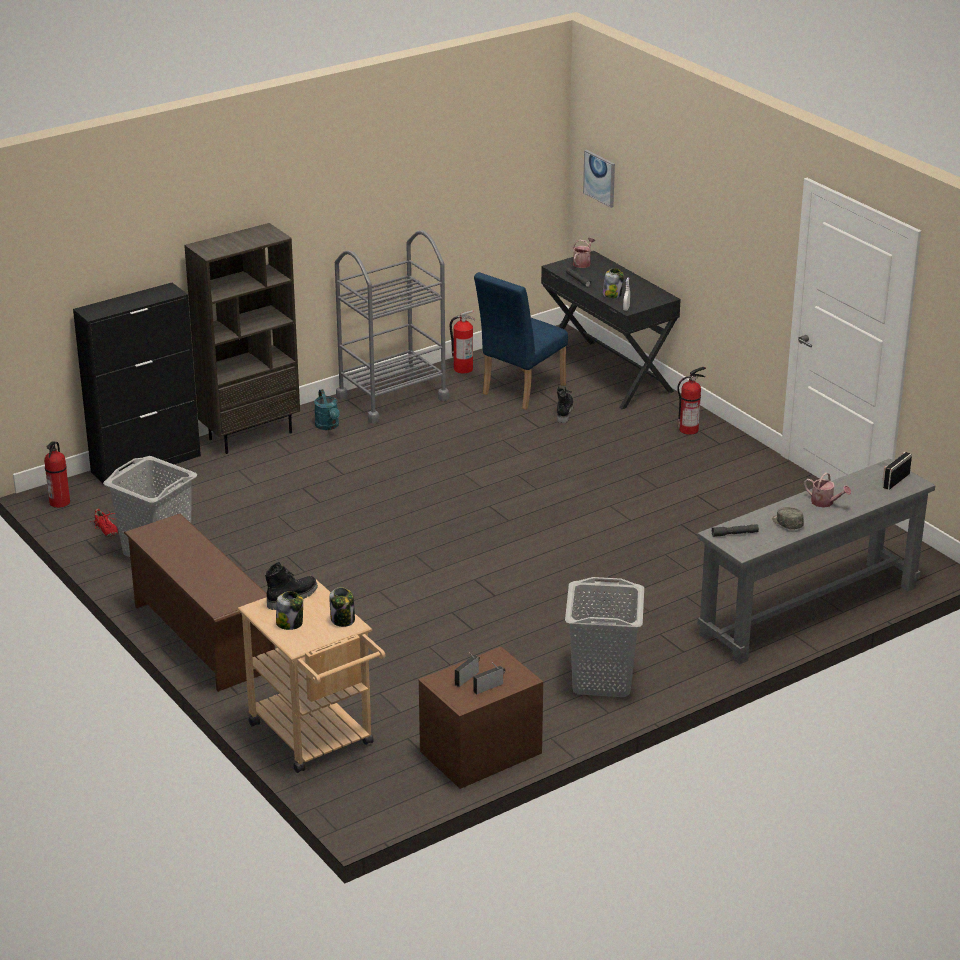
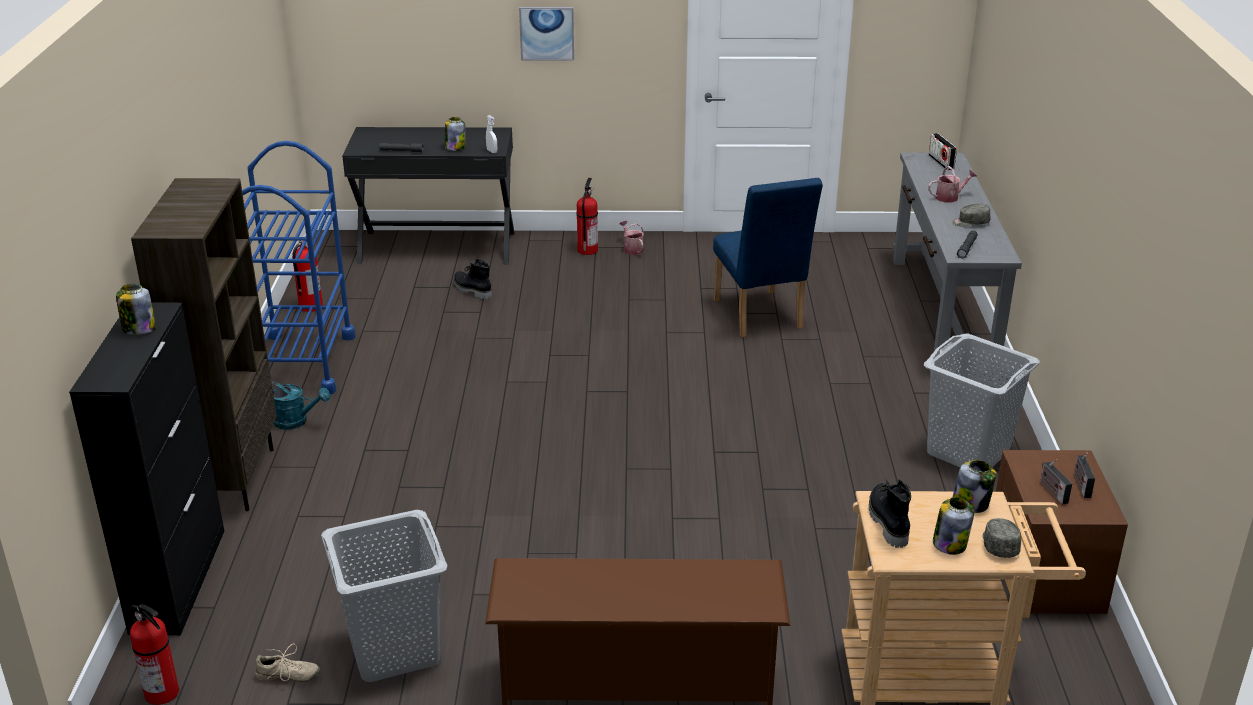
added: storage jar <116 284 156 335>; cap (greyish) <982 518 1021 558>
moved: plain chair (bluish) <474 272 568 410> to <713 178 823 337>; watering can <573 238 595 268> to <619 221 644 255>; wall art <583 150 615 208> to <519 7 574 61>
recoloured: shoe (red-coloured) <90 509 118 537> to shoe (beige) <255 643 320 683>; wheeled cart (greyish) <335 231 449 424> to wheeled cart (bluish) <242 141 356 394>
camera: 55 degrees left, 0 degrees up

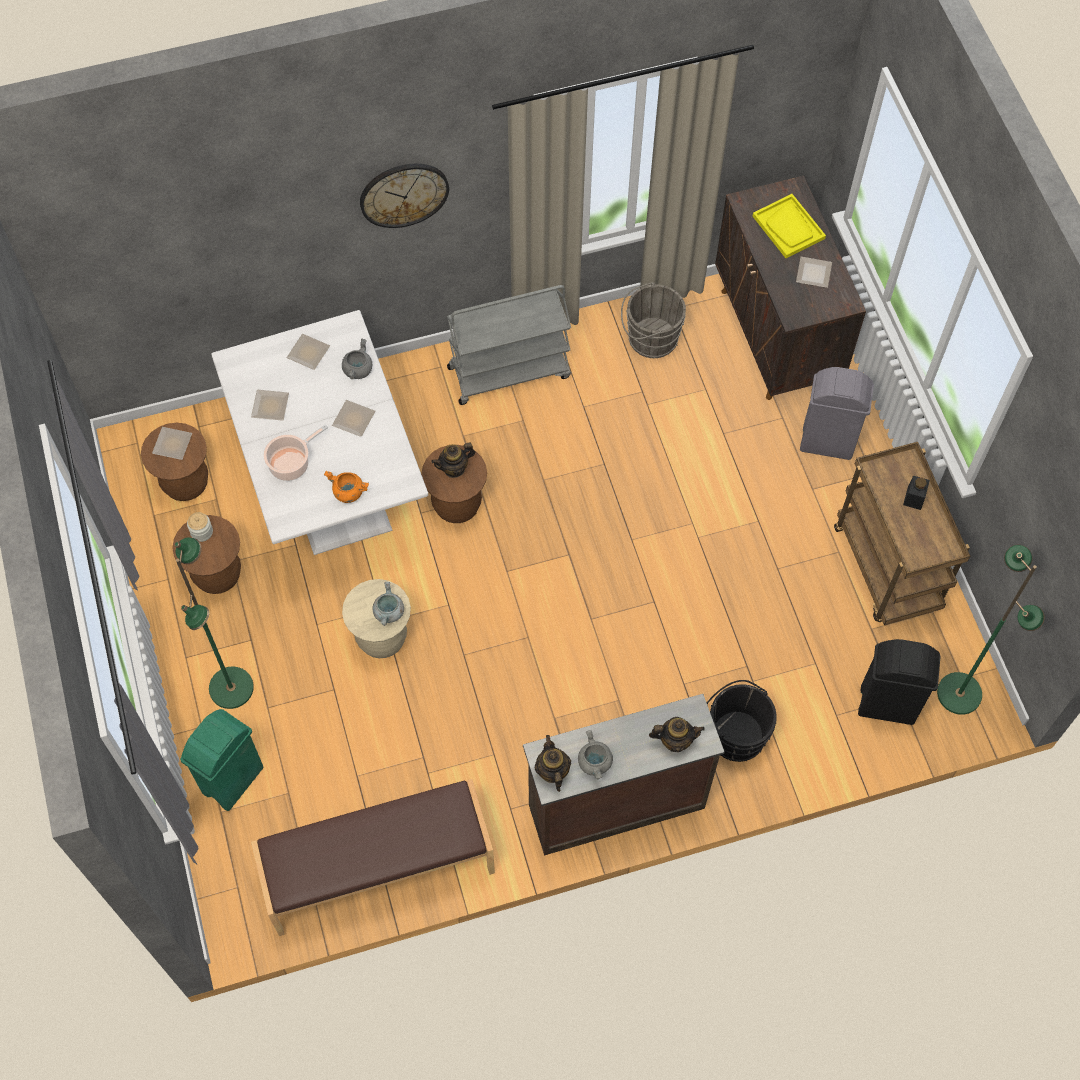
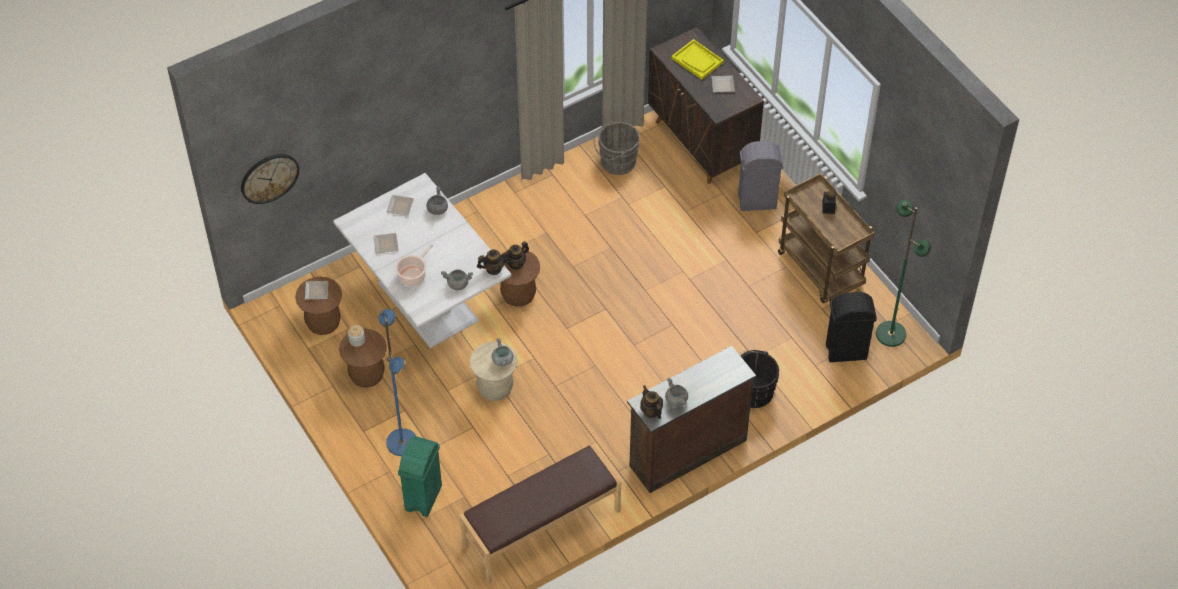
removed: plate <332 400 376 437>; wheeled cart (greyish) <447 285 571 405>
moved: wall clock <360 164 449 228> to <241 154 299 204>; tea pot <649 717 705 752> to <477 250 509 275>
recoloured: standing lamp (green) <174 537 254 709> to standing lamp (bluish) <379 309 416 456>; cooking pot (orange-coloured) <324 471 369 503> to cooking pot (greyish) <441 269 473 290>
camera: 15 degrees left, 10 degrees down

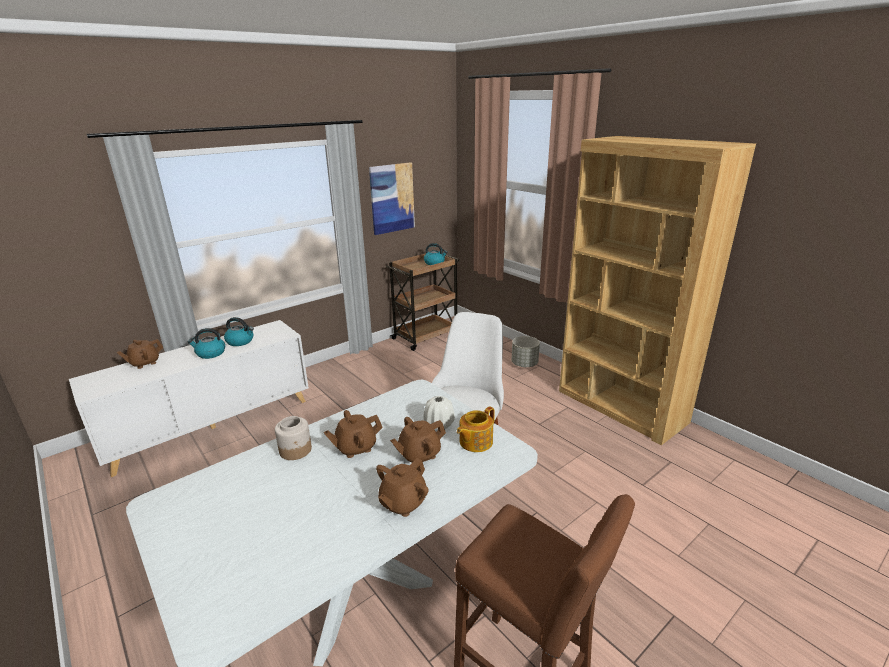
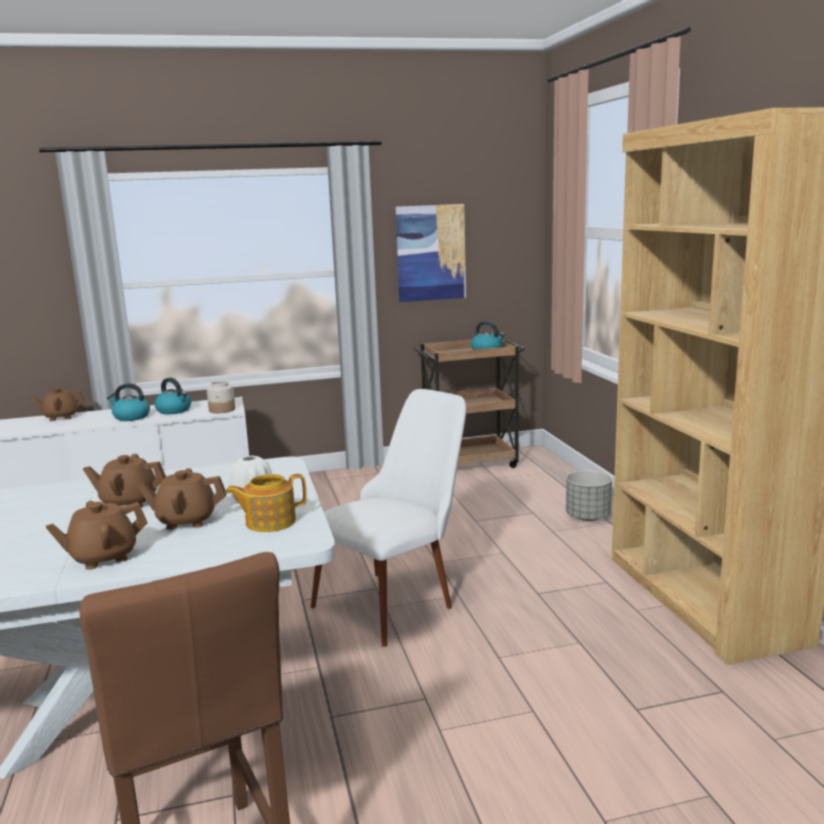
moved: storage jar <275 416 312 460> to <207 381 235 413>
camera: 25 degrees right, 10 degrees down

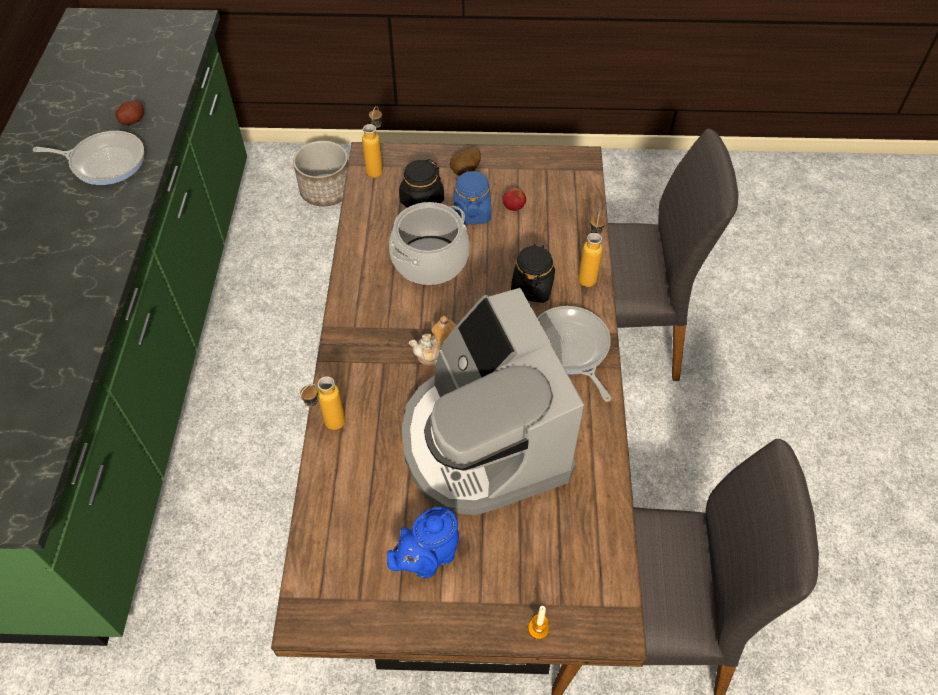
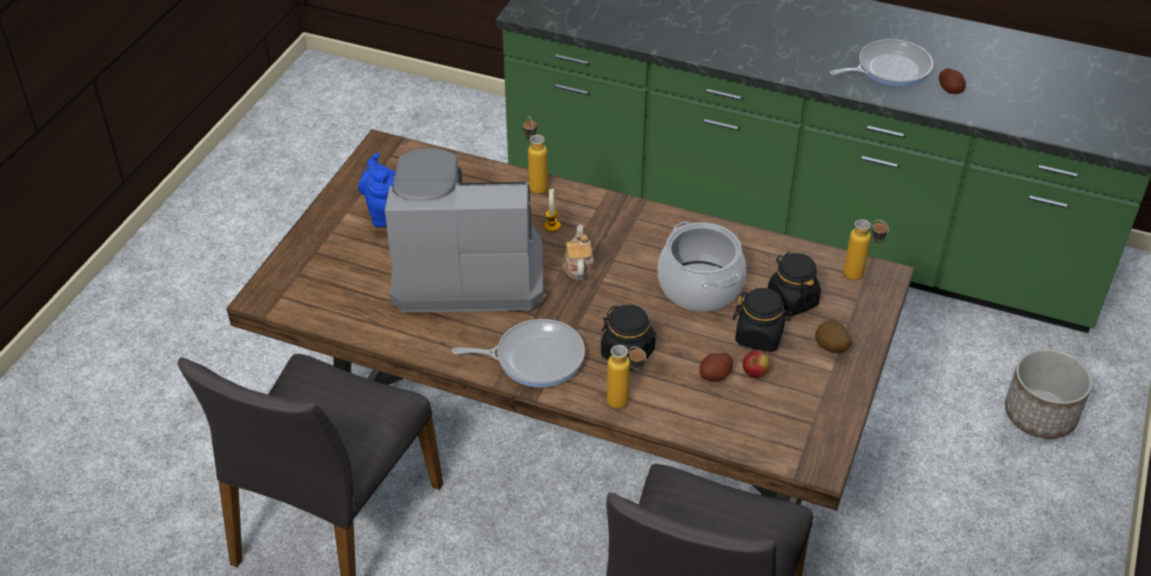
added: whole potato <699 352 733 381>
moved: wax light <528 606 549 639> to <544 189 560 232>
recoloured: storage jar (bluish) <454 170 491 224> to storage jar (black) <733 288 793 352>
turned: frying pan <33 131 144 185> = <830 39 933 87> 135 degrees counterclockwise
camera: 110 degrees right, 10 degrees down

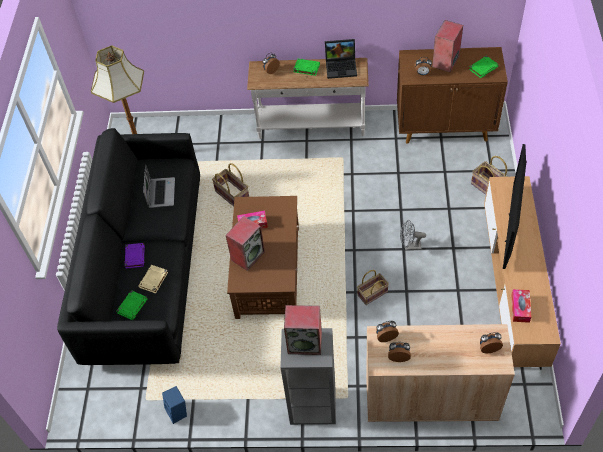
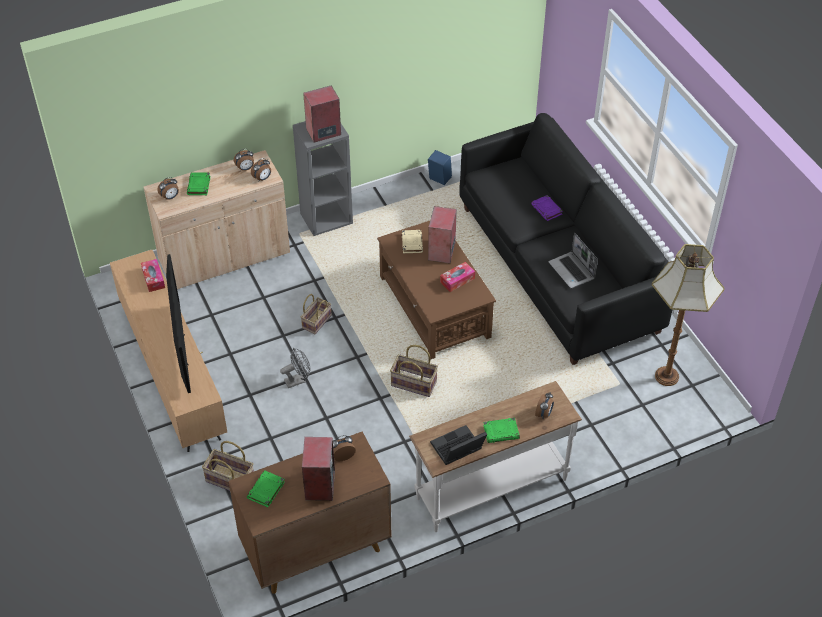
moved: bound book (green) <116 290 148 320> to <187 172 210 195>; bound book (beige) <138 265 168 294> to <402 230 423 253>; household basket <212 163 249 207> to <390 345 438 397>
camera: 150 degrees right, 5 degrees down

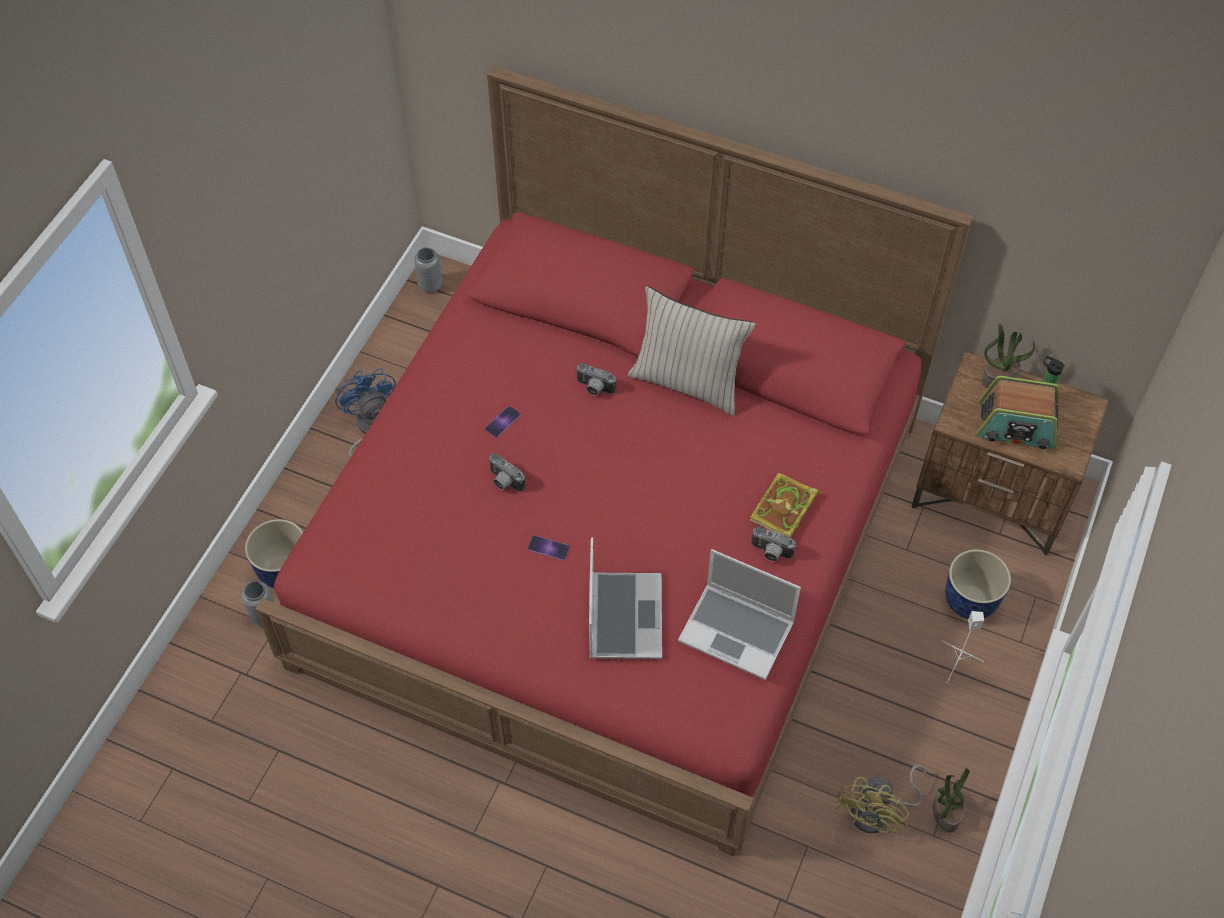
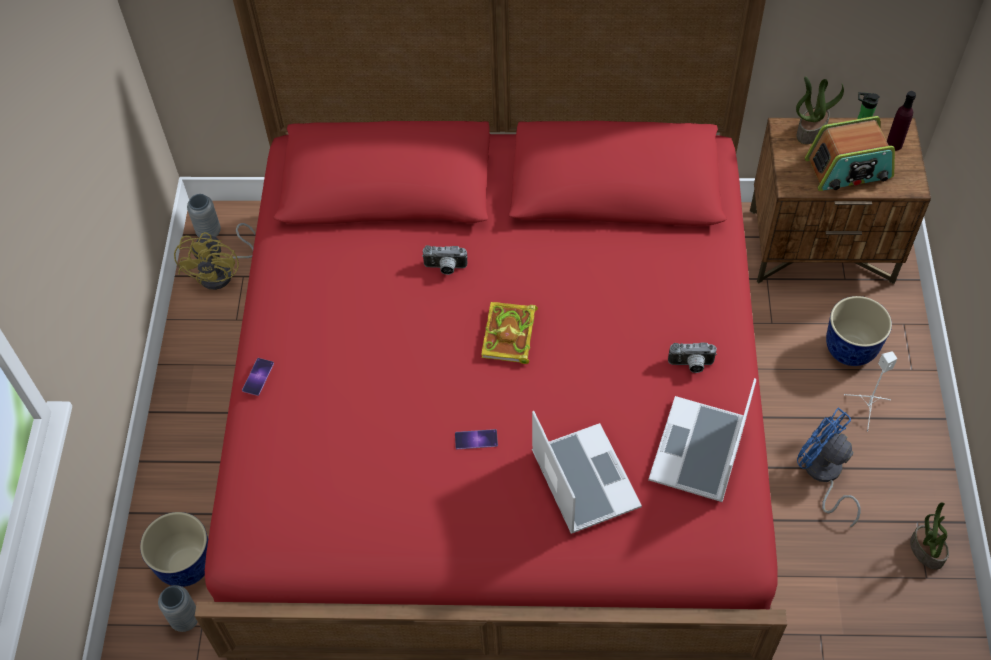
removed: photo camera <488 453 525 492>; throw pillow (beige) <628 286 756 416>
added: drink bottle (purplish) <887 91 916 151>
moved: cooling fan (bluish) <335 368 396 457> to <797 408 861 527>; phone <485 406 521 438> to <242 358 274 396>; bound book <750 473 820 539> to <481 302 538 364>; cooling fan (yellowish) <836 765 927 833> to <174 223 255 290>
turned: notebook computer <678 549 801 680> = <648 378 756 502> 105 degrees clockwise
camera: 20 degrees left, 0 degrees up

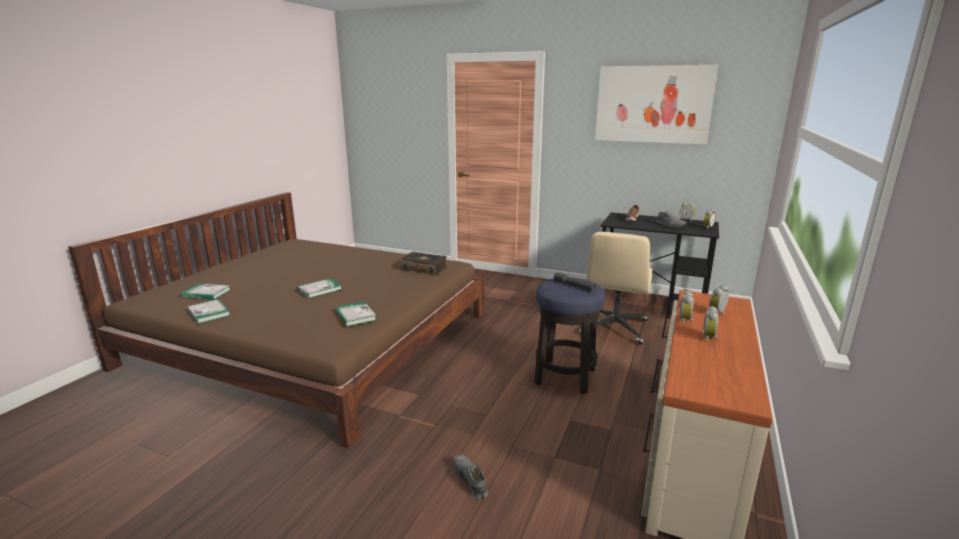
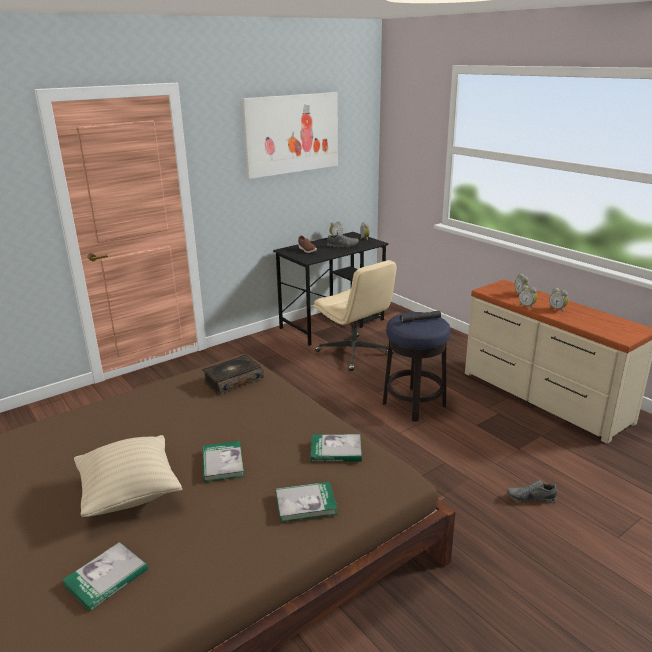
added: throw pillow (beige) <74 435 182 517>
moved: bound book <187 299 230 324> to <276 482 338 522>
camera: 60 degrees left, 5 degrees up

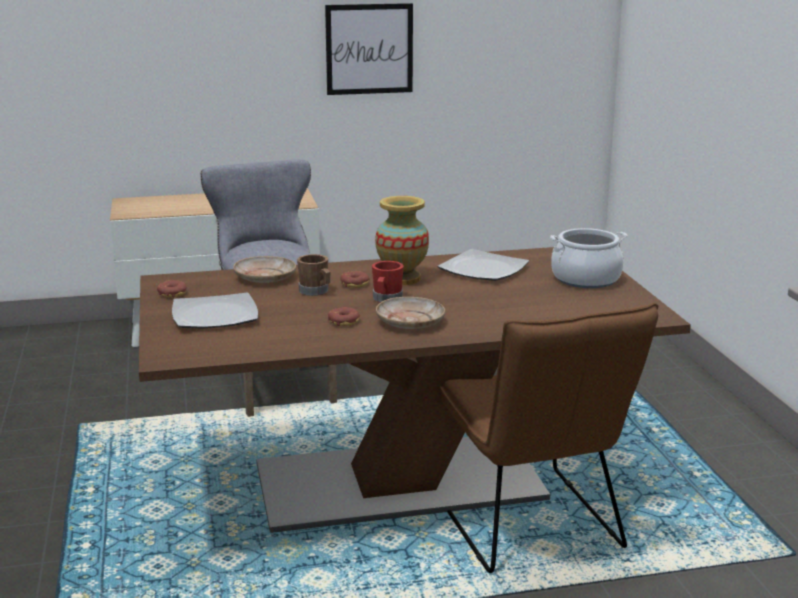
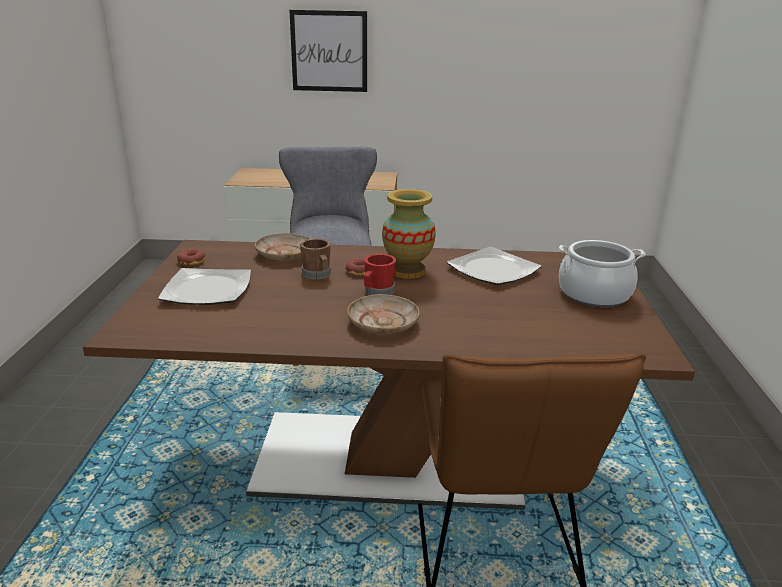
removed: ring doughnut <328 307 360 326>
moved: wall art <325 3 413 95> to <289 10 367 92>
camera: 15 degrees right, 5 degrees up

